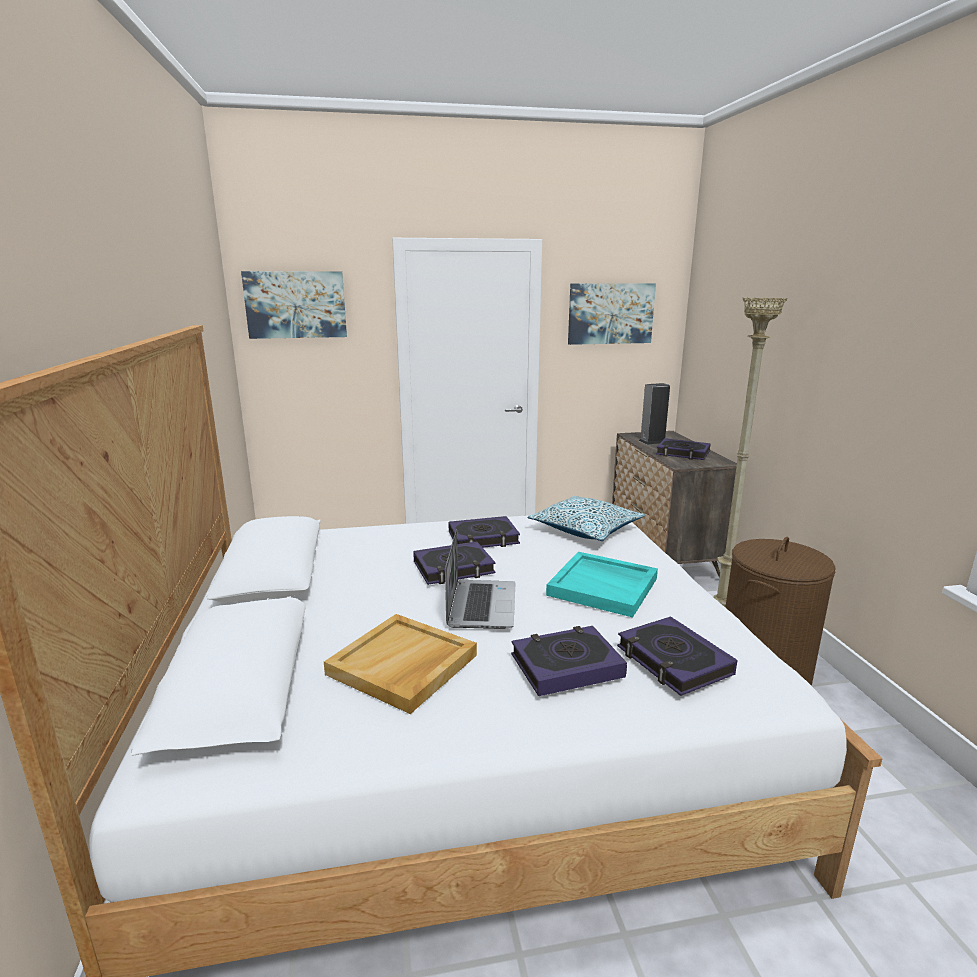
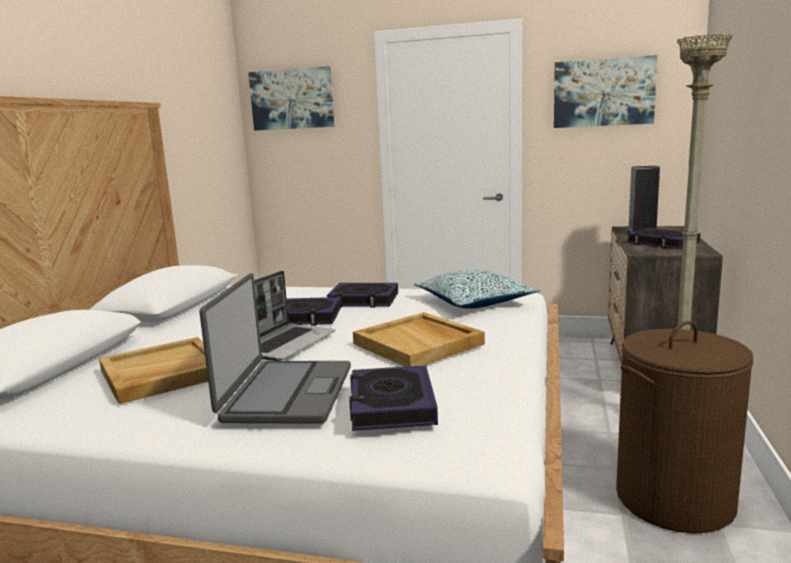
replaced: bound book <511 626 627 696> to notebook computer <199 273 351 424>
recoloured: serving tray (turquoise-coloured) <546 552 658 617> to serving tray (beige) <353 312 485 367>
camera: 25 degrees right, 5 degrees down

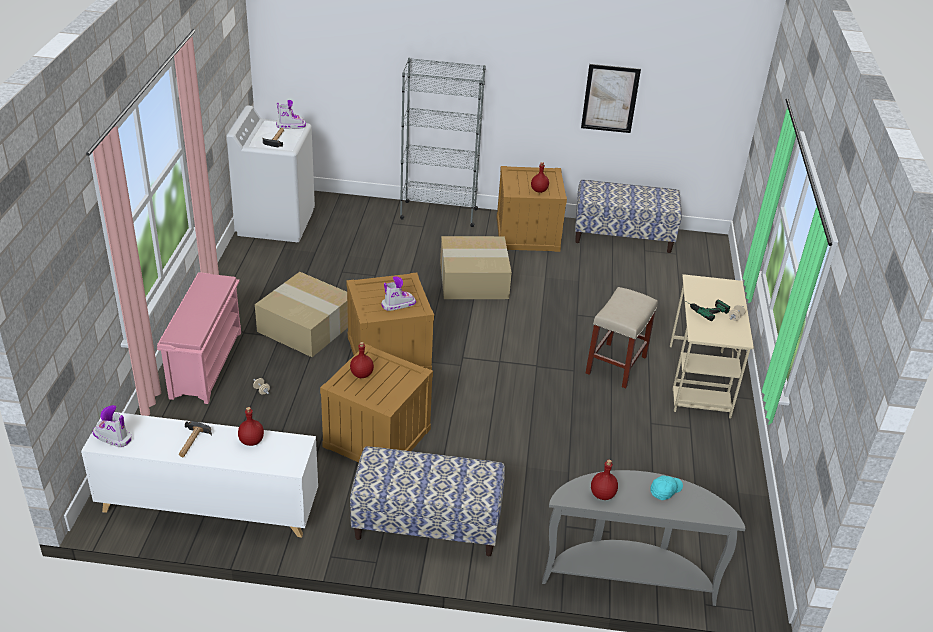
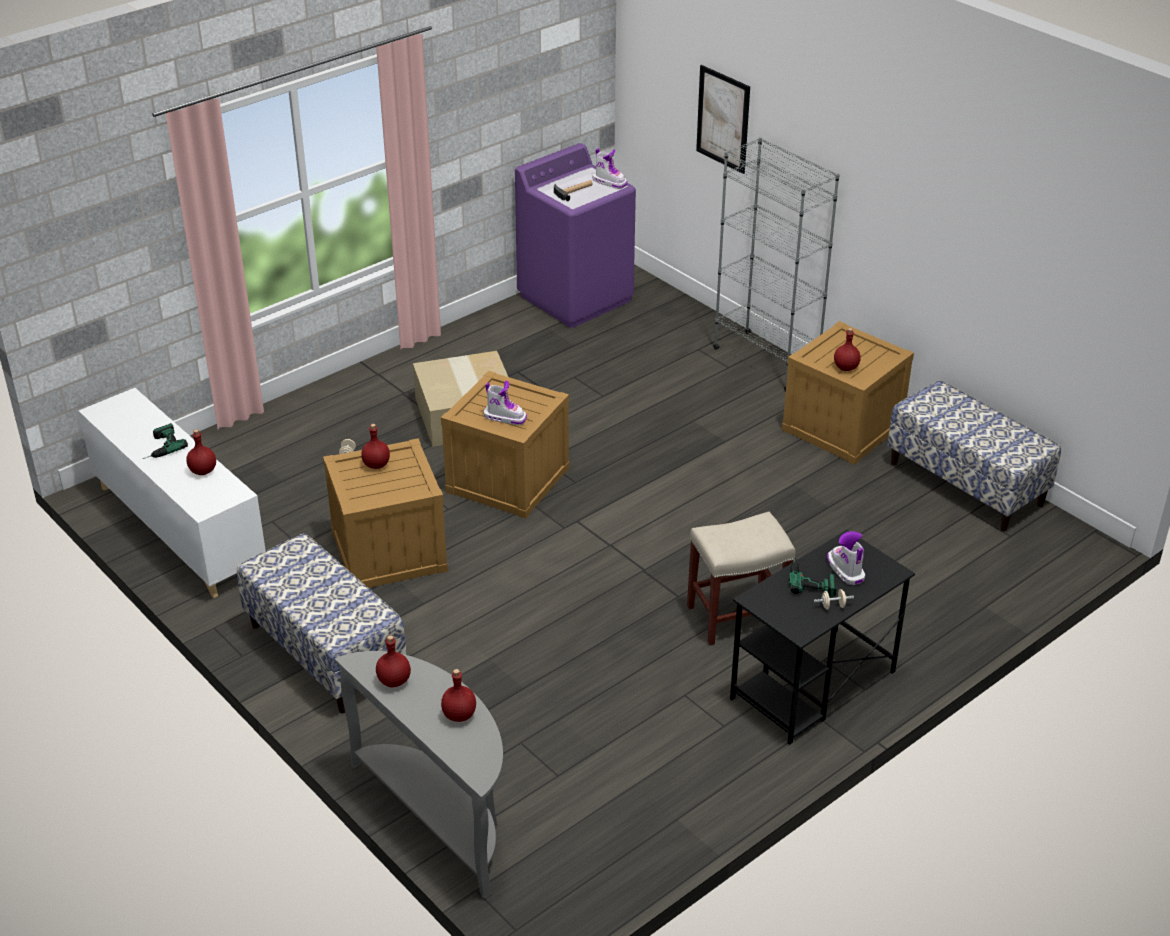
removed: shoe rack (pink-coloured) <157 272 241 404>; packing box <440 236 512 299>
moved: high-top boot <93 405 132 447> to <827 531 866 585>; wall art <581 64 641 133> to <696 65 750 174>
replaced: hammer <179 421 212 457> to drill <143 423 188 459>; cap (turquoise-coloured) <650 475 683 500> to drink bottle (red-coloured) <441 669 476 722>
recoloured: washing machine (whitish) <226 105 315 242> to washing machine (purplish) <515 143 636 328>; desk table (beige) <670 274 754 418> to desk table (black) <730 530 915 745>
camera: 45 degrees right, 0 degrees up

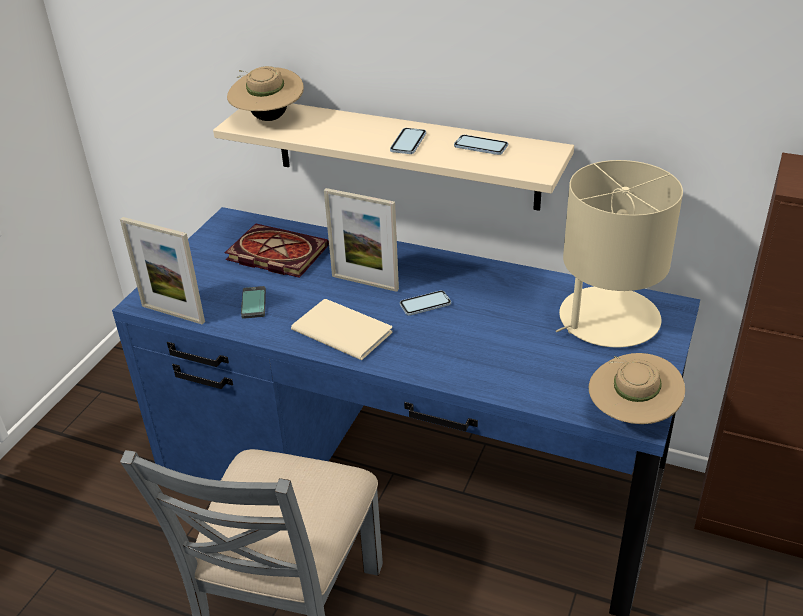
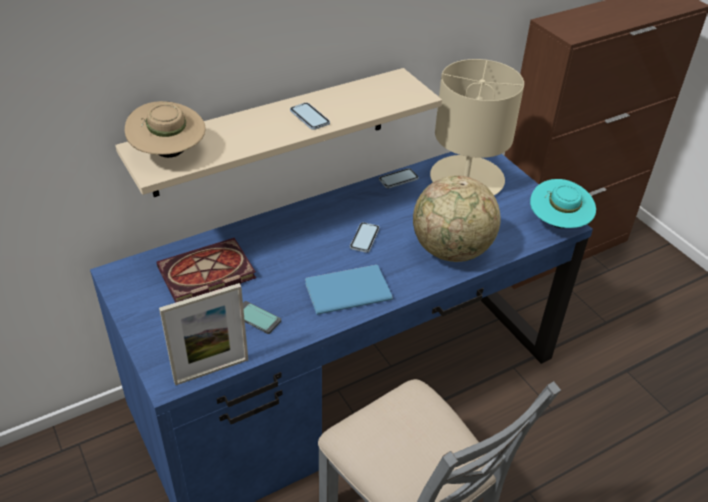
removed: picture frame <324 188 399 292>
added: world globe <413 176 501 262>
moved: phone <454 135 508 155> to <379 168 418 188>
recoloured: bound book (beige) <291 299 393 360> to bound book (bluish) <305 265 393 315>; wearable hat (beige) <589 353 685 424> to wearable hat (turquoise-coloured) <530 179 596 228>
camera: 55 degrees left, 5 degrees up

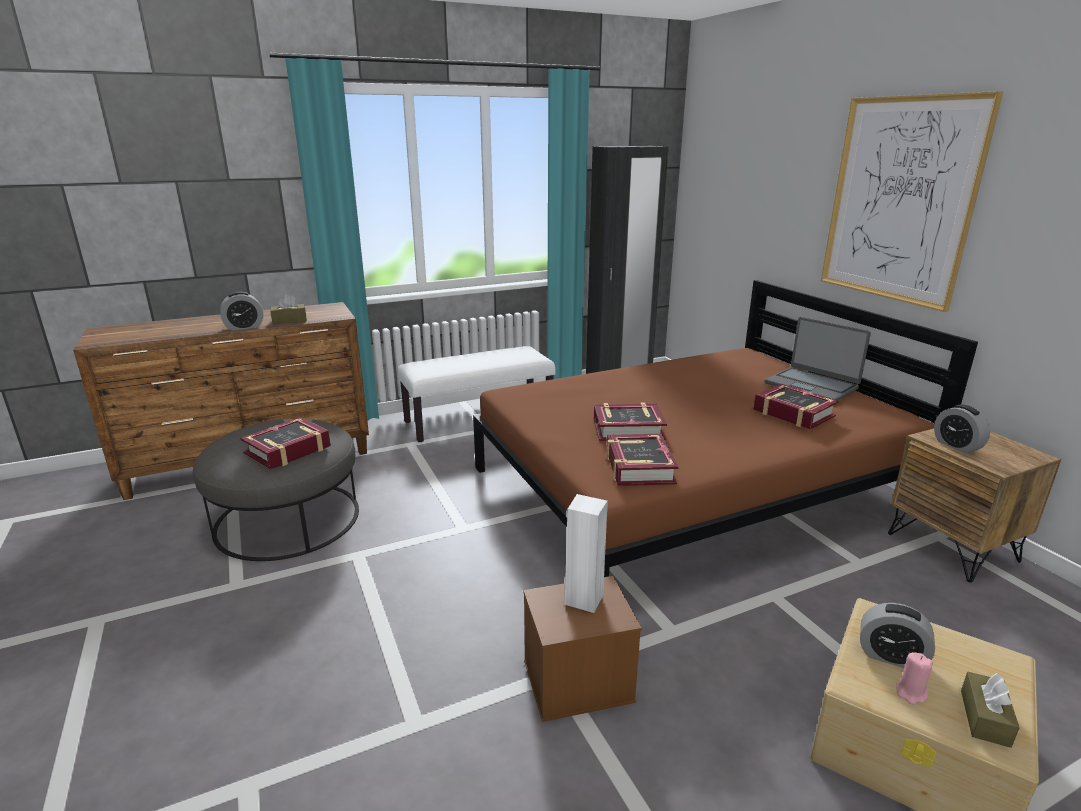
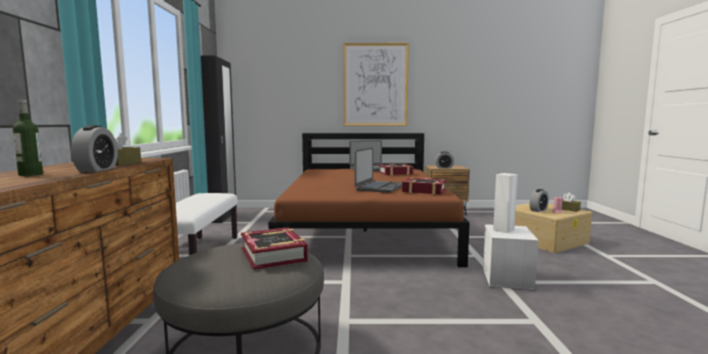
added: drink bottle <13 99 43 176>
replaced: bound book <594 403 667 441> to notebook computer <354 147 402 193>
recoloured: storage bin (brownish) <523 576 642 722> to storage bin (whitish) <483 224 539 290>
camera: 65 degrees left, 15 degrees down

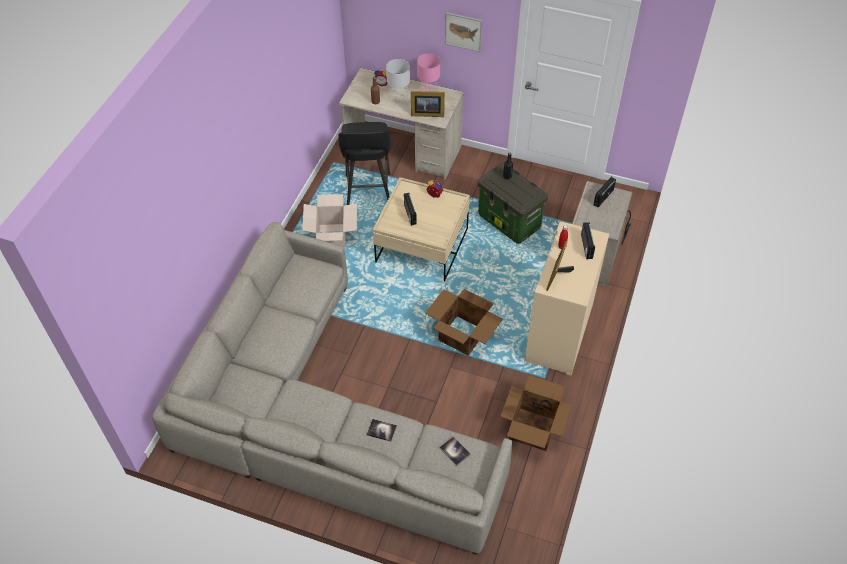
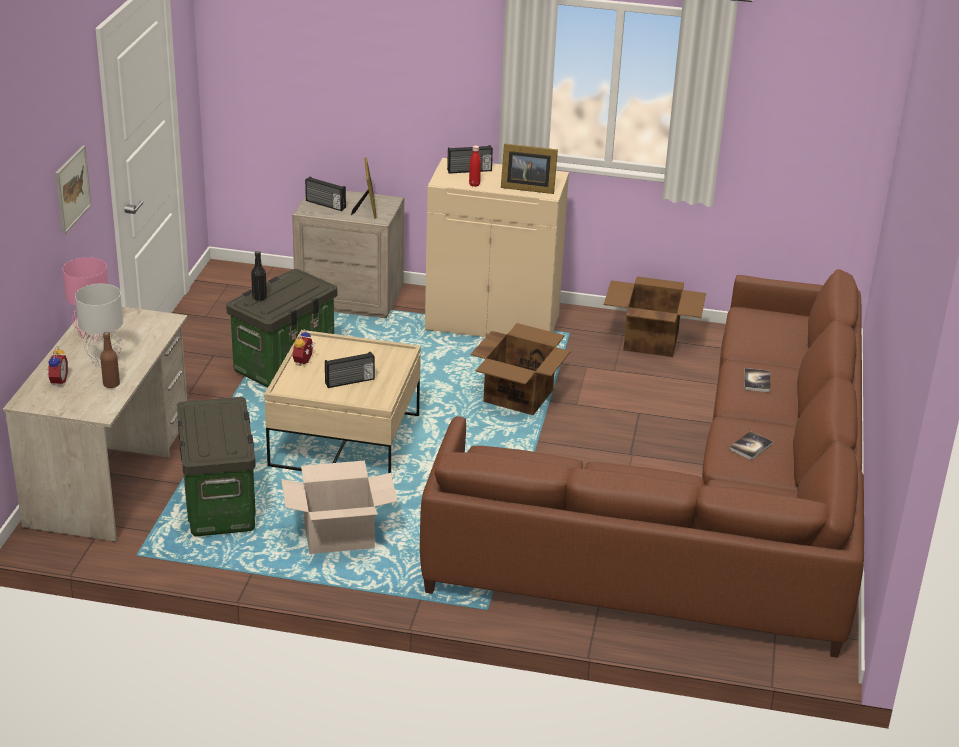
moved: picture frame <411 91 445 117> to <351 158 377 219>; bound book <439 437 471 466> to <729 431 773 460>
replaced: stool (black) <338 122 391 205> to storage bin <177 397 256 537>
recoloured: settee (greyish) <152 222 512 555> to settee (brownish) <420 269 864 658>
camera: 100 degrees left, 20 degrees down

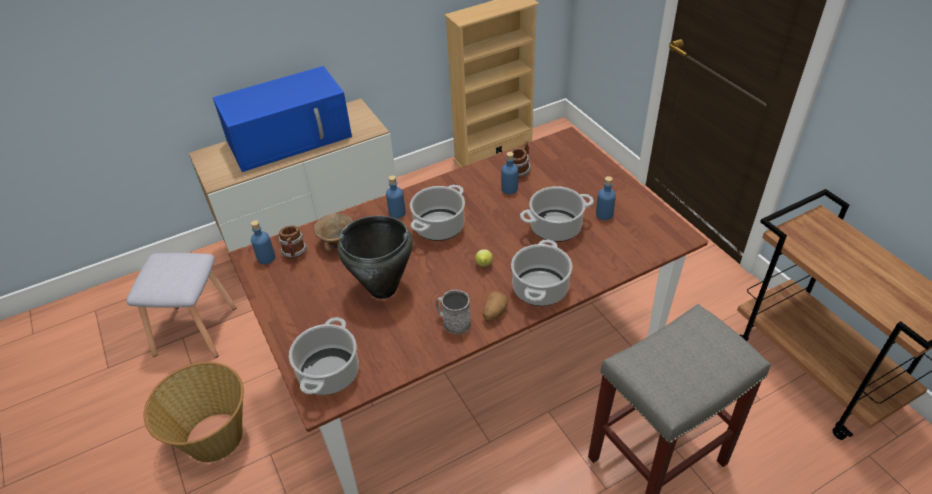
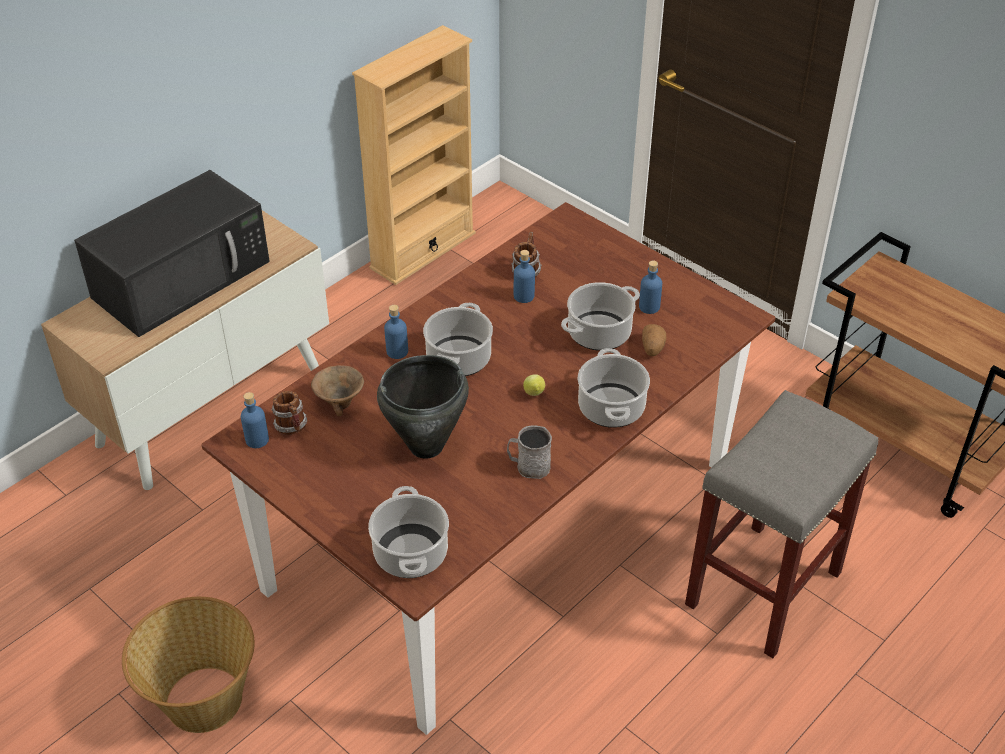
removed: stool (greyish) <127 253 236 358>
moved: whole potato <483 291 508 321> to <642 324 666 356>
recoloured: microwave (bluish) <213 66 352 172> to microwave (black) <74 170 270 337>
camera: 20 degrees left, 0 degrees up

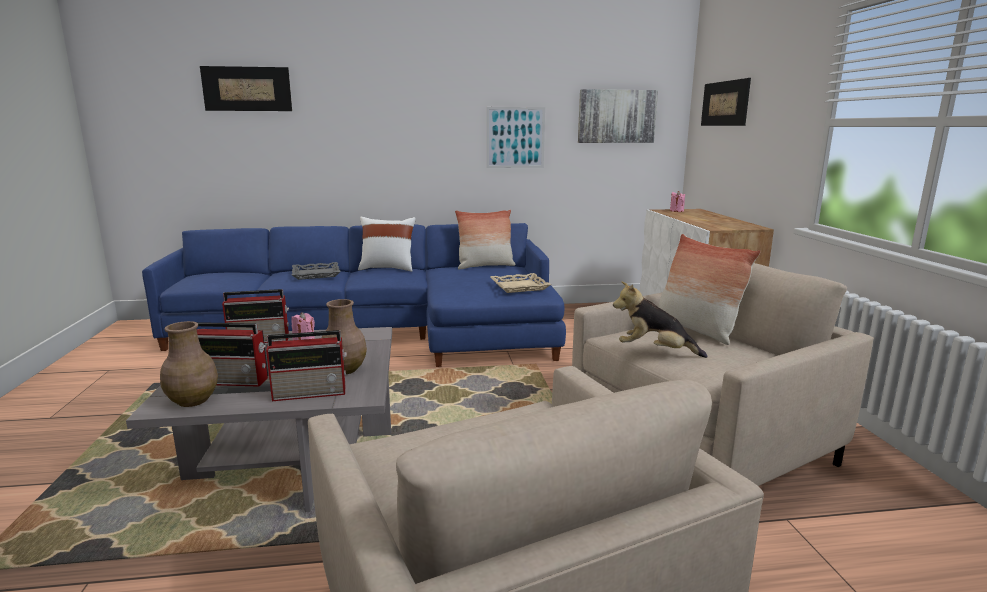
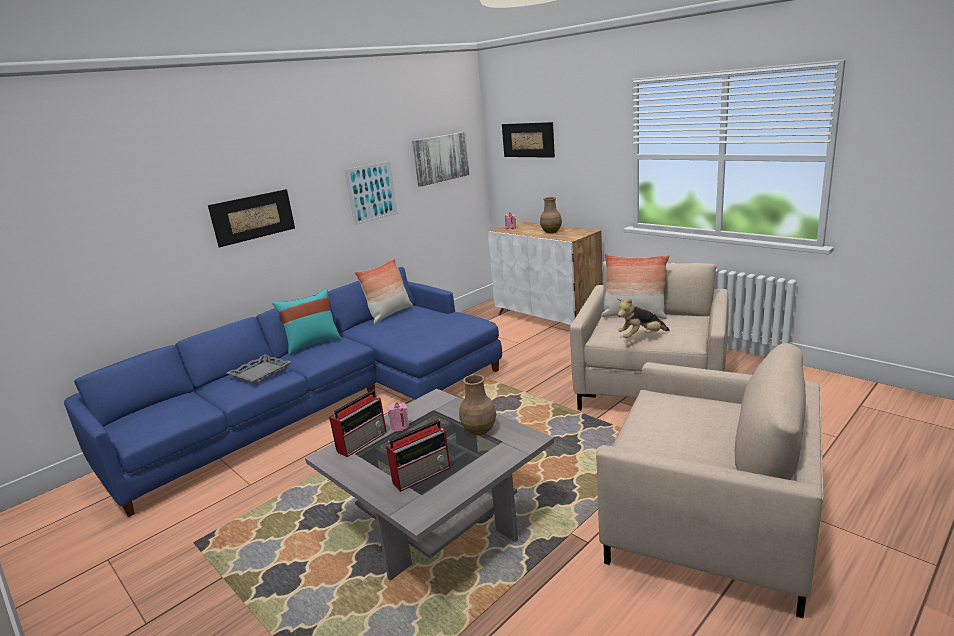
removed: radio set <266 330 347 401>; serving tray (beige) <490 273 551 293>
moved: vase (brownish) <160 321 218 407> to <540 197 562 233>; wall art <200 66 292 111> to <208 189 295 248>
recoloured: throw pillow (whitish) <358 216 416 272> to throw pillow (turquoise-coloured) <272 289 341 355>
camera: 35 degrees left, 5 degrees up

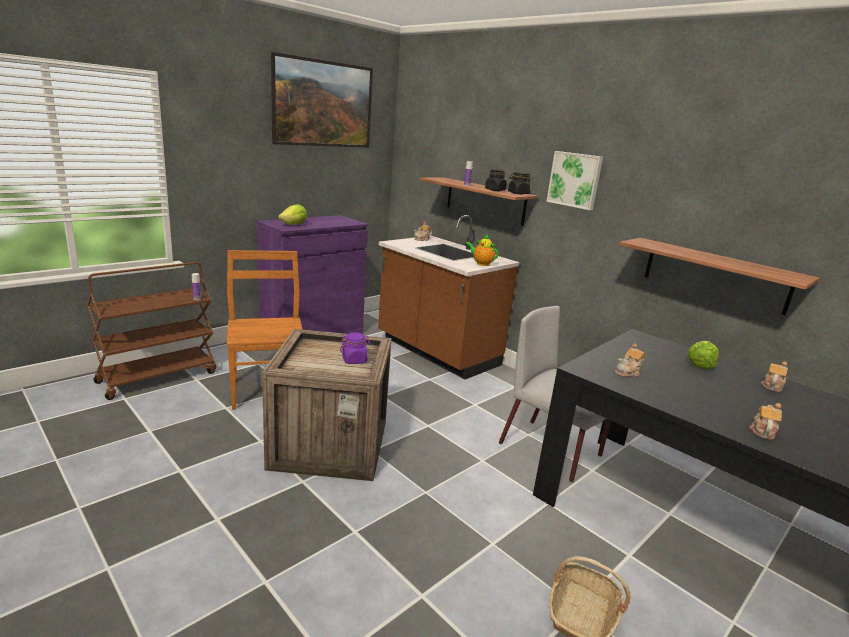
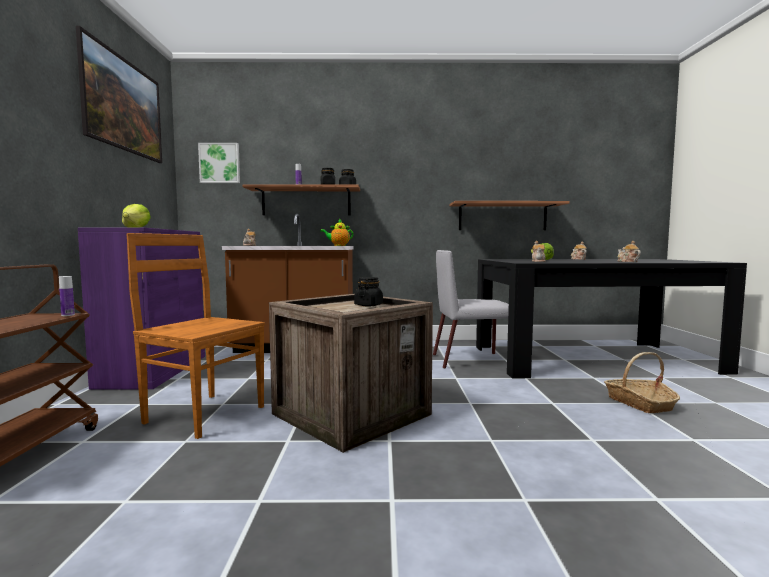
moved: wall art <546 151 603 210> to <198 143 240 183>
recoloured: storage jar (purplish) <340 332 371 364> to storage jar (black) <354 277 383 306>
camera: 45 degrees left, 15 degrees down

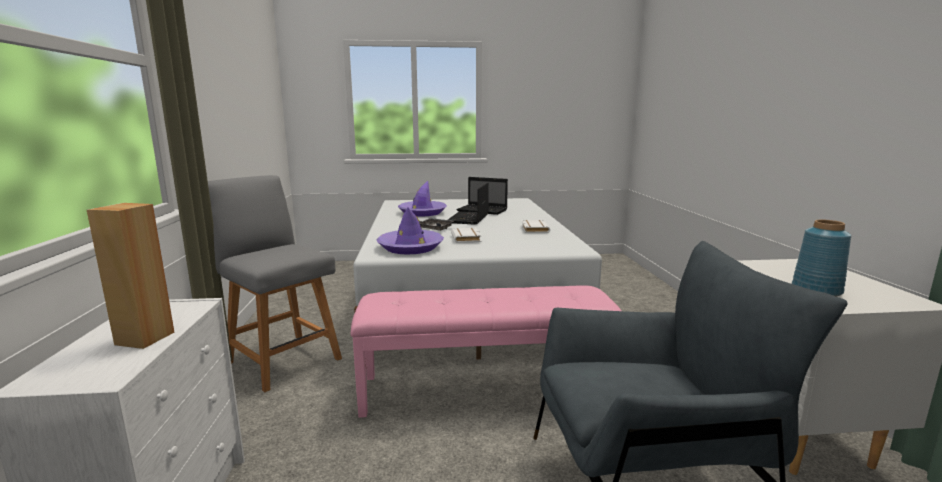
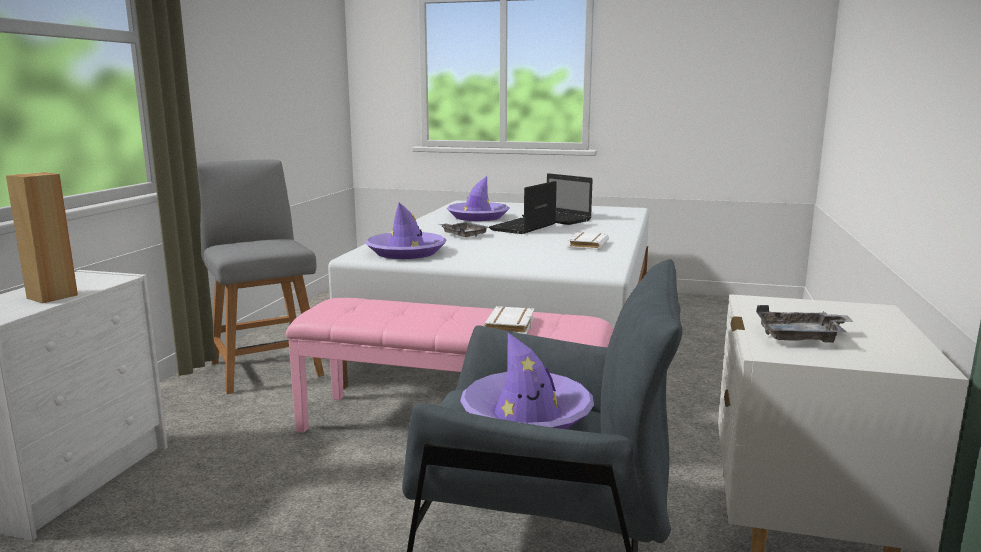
added: wearable hat (purplish) <460 333 594 429>
moved: bound book (whitish) <451 228 482 243> to <483 306 535 334>
replaced: vase (bluish) <792 220 851 297> to serving tray (greyish) <756 305 854 343>
camera: 20 degrees right, 0 degrees up

